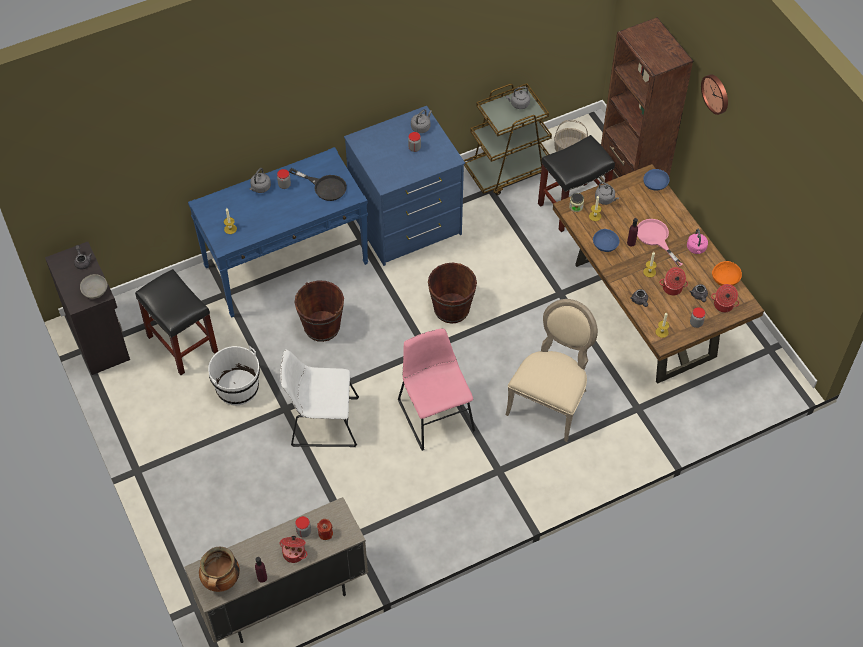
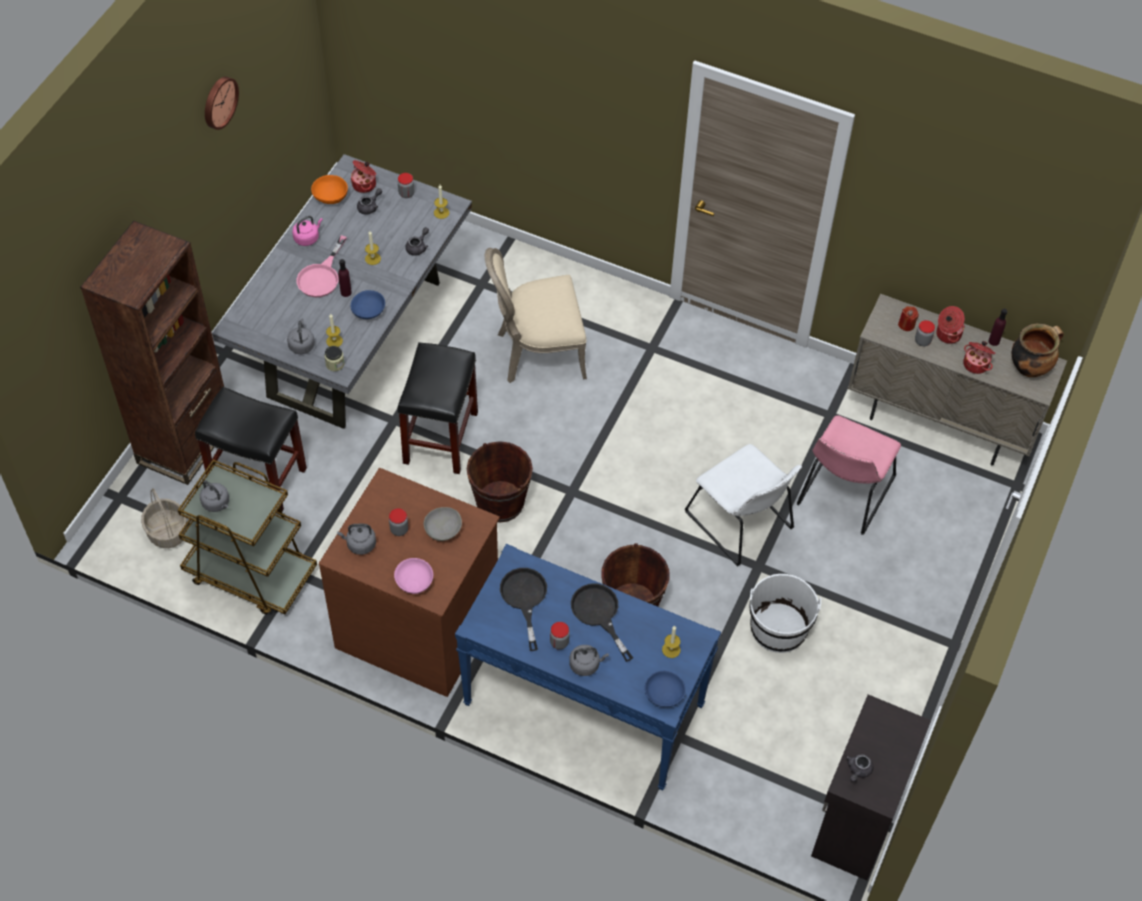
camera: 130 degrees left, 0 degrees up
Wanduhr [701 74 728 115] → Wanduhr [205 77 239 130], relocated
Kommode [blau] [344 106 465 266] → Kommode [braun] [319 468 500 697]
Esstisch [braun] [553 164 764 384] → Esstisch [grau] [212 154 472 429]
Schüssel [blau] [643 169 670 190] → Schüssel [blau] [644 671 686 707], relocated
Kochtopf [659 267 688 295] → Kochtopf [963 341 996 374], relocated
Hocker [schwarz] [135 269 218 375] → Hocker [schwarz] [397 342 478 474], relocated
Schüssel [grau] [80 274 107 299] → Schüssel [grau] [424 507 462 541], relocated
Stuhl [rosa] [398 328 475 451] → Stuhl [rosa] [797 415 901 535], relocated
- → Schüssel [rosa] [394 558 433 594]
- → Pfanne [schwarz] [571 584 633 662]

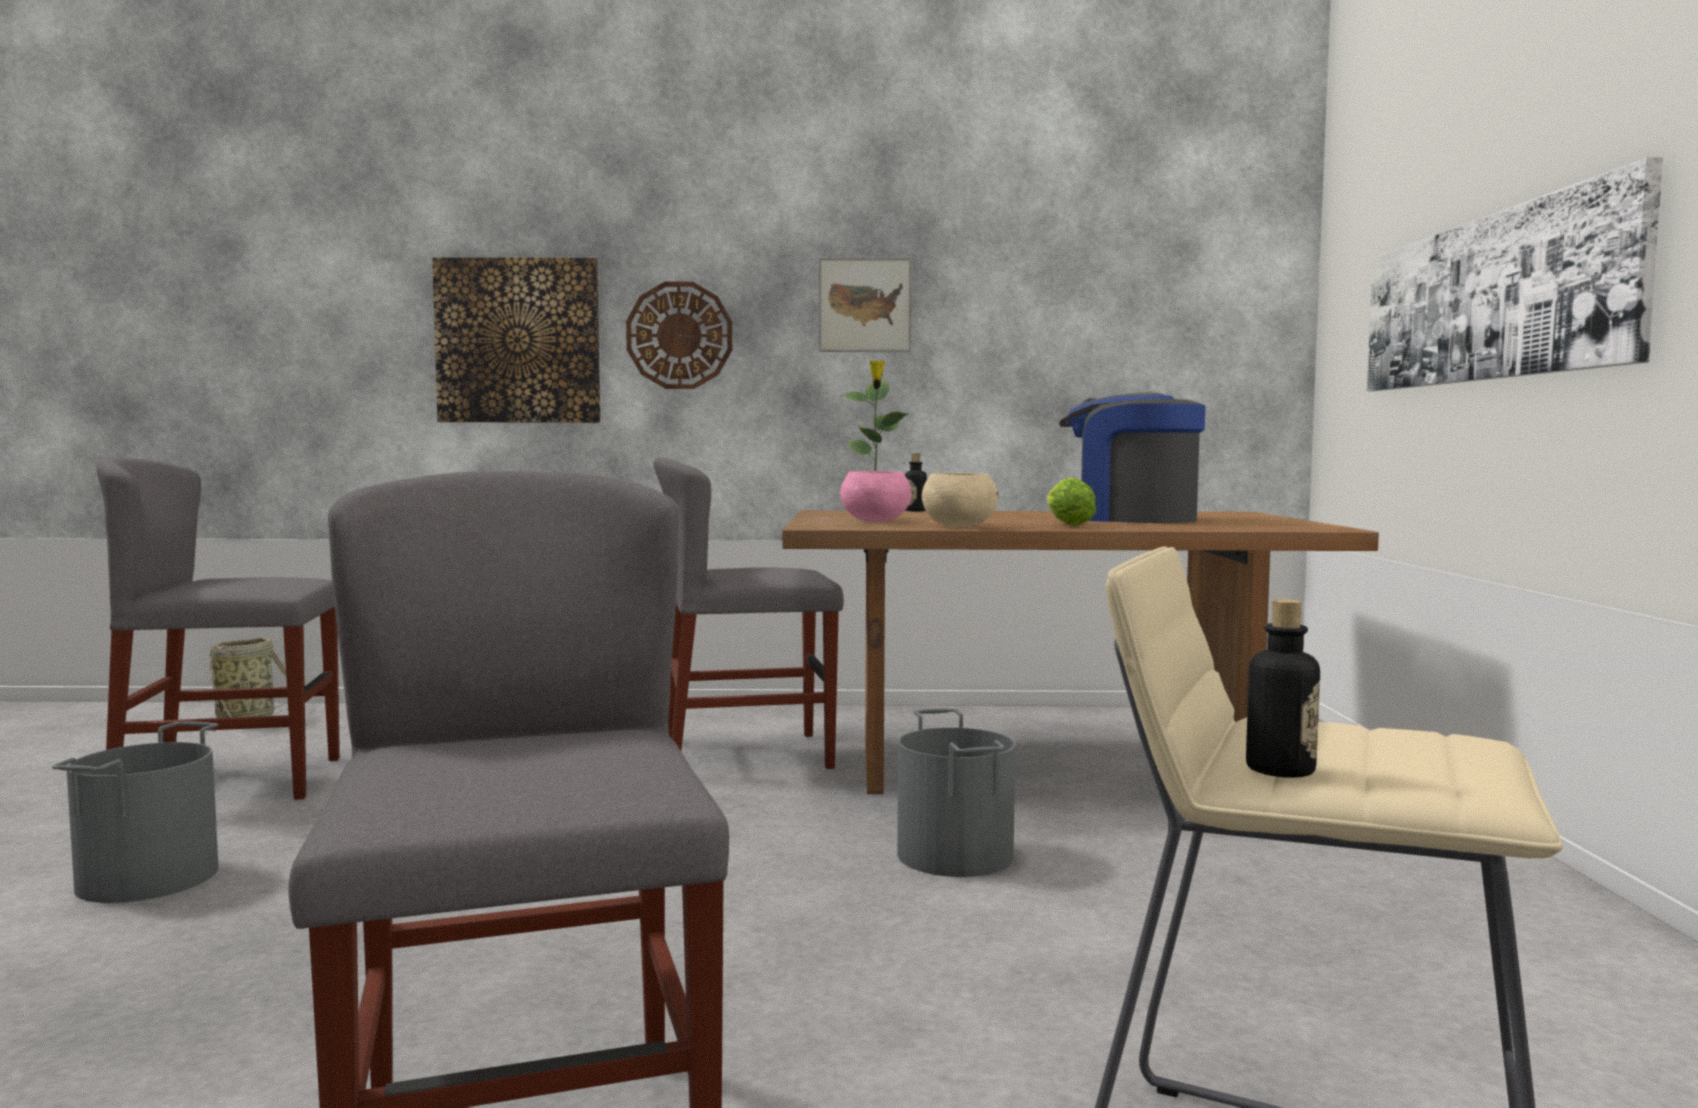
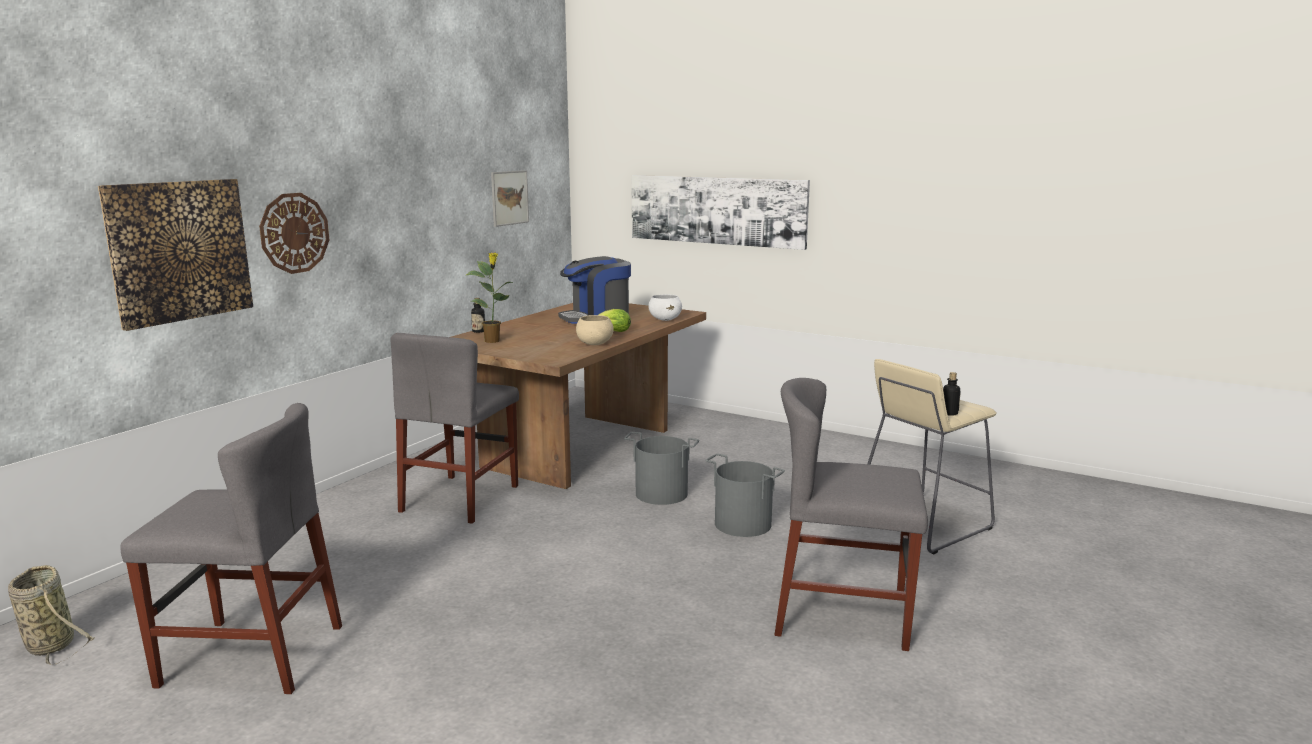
camera: 60 degrees left, 10 degrees up
Bild [819 257 912 352] → Bild [491 170 529 227], relocated
Stuhl [grau] [97 457 340 800] → Stuhl [grau] [120 403 342 694], 105 degrees counterclockwise
Schüssel [rosa] [840 471 912 522] → -
Eimer [grau] [52 722 218 903] → Eimer [grau] [705 454 785 537], relocated
- → Schüssel [weiß] [648 294 682 321]

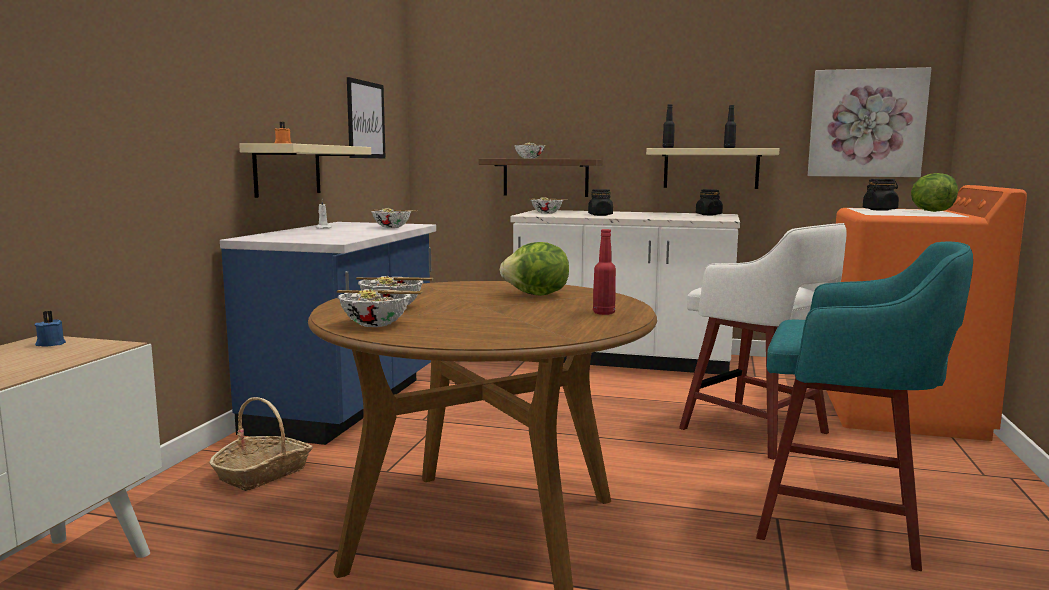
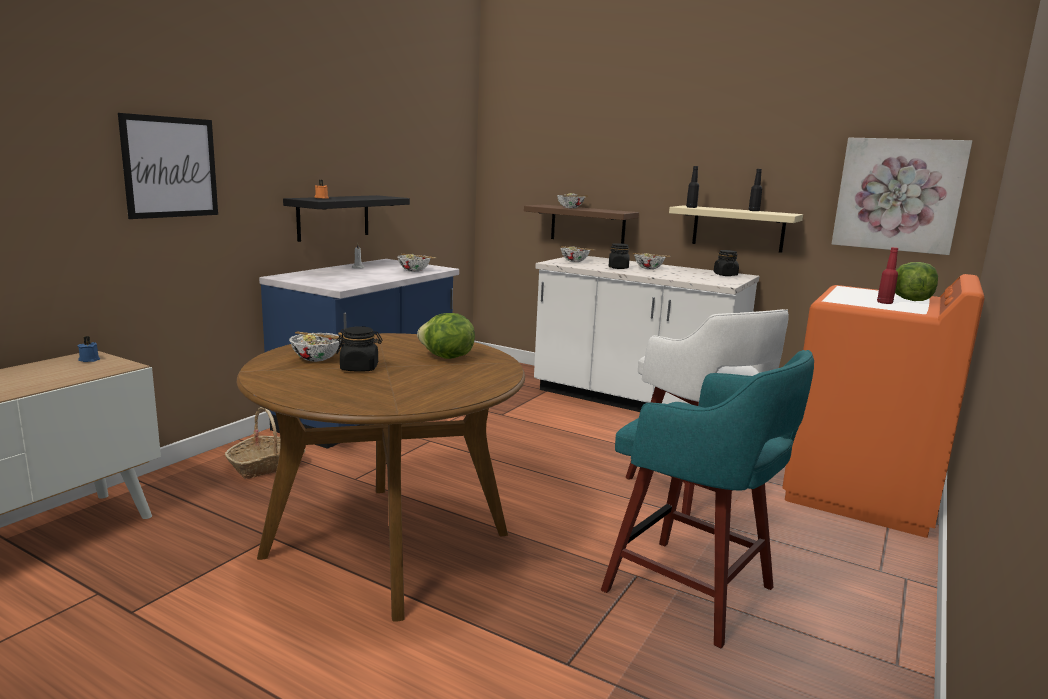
camera: 15 degrees right, 5 degrees up
Bild [347 77 386 158] → Bild [118 113 218 219], relocated
Wandregal [beige] [239 143 371 198] → Wandregal [schwarz] [283 195 410 242]
Vorratsglas [schwarz] [863 179 899 211] → Vorratsglas [schwarz] [336 326 383 372], relocated
Flasche [rot] [593 229 616 315] → Flasche [rot] [877 247 898 304], relocated
Schüssel [337 289 423 327] → Schüssel [633 253 670 270], relocated

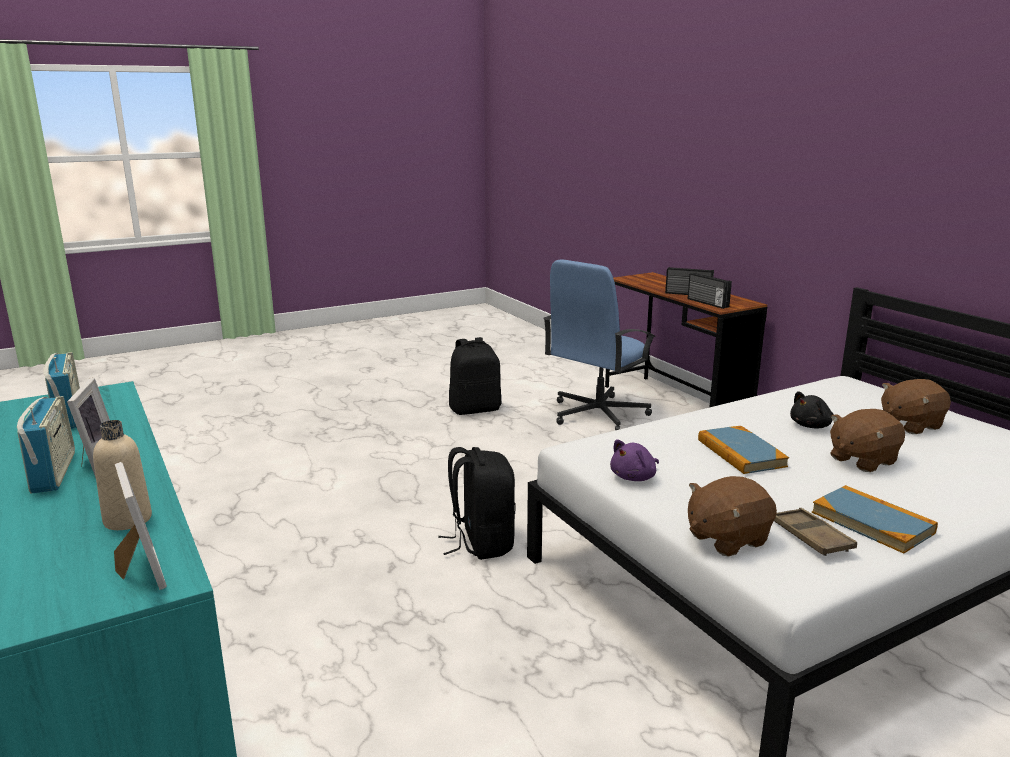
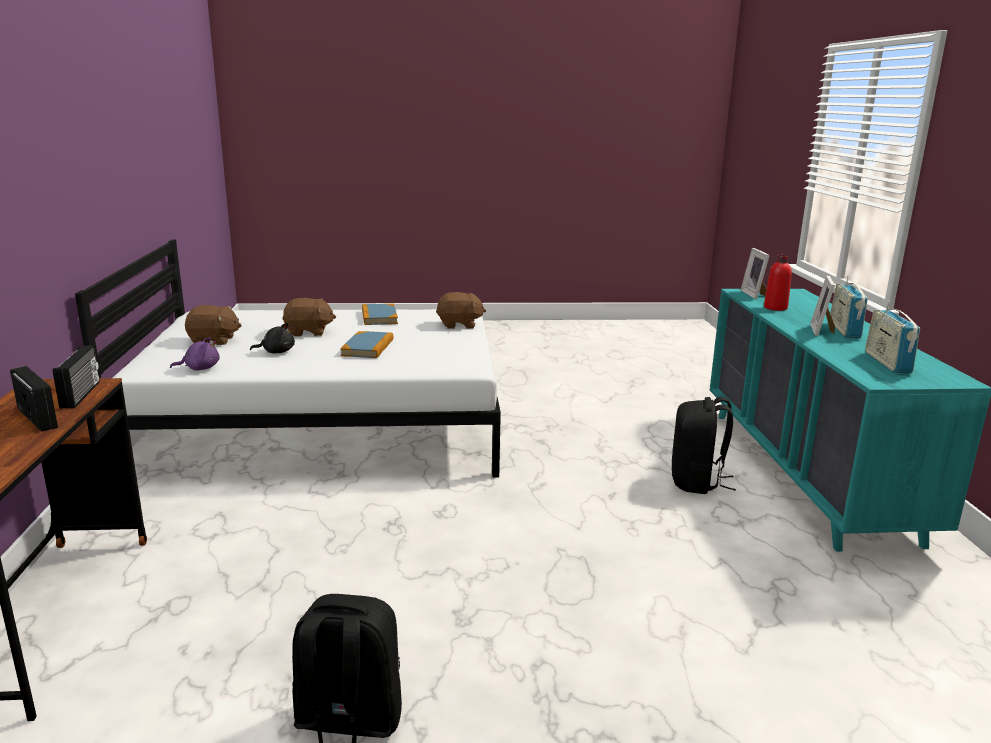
camera: 155 degrees left, 0 degrees up
Bürostuhl [blau] [543 259 656 430] → -
Flasche [beige] [93 420 152 530] → Flasche [rot] [764 255 792 311]
Plüschtier [lila] [610 439 659 481] → Plüschtier [lila] [170 337 219 370], relocated
Rucksack [schwarz] [438 447 516 560] → Rucksack [schwarz] [672 397 736 494], relocated
Tablett [braun] [774 508 857 556] → -

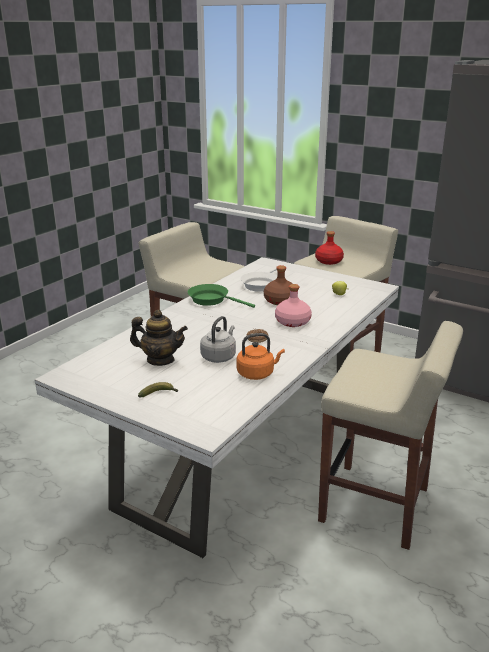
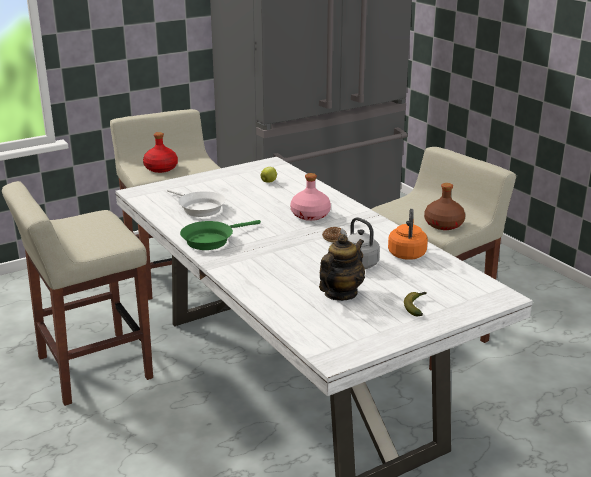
camera: 65 degrees left, 0 degrees up
Flasche [braun] [264 265 293 305] → Flasche [braun] [424 183 465 230], relocated

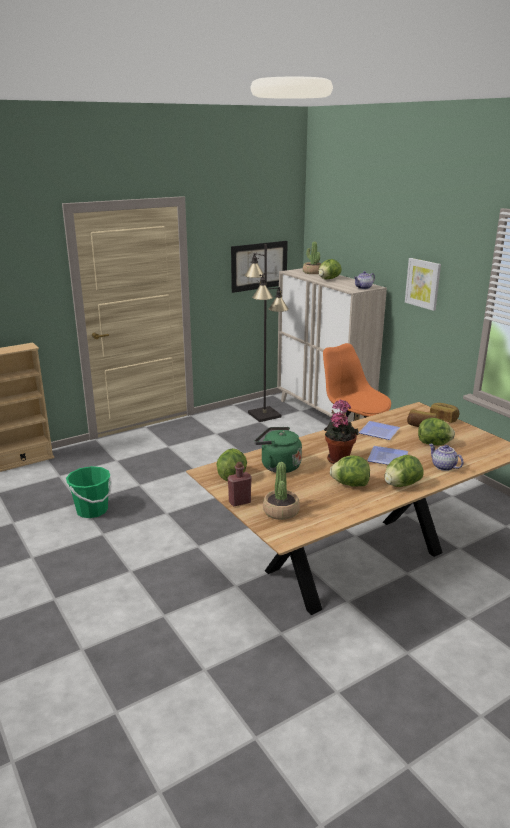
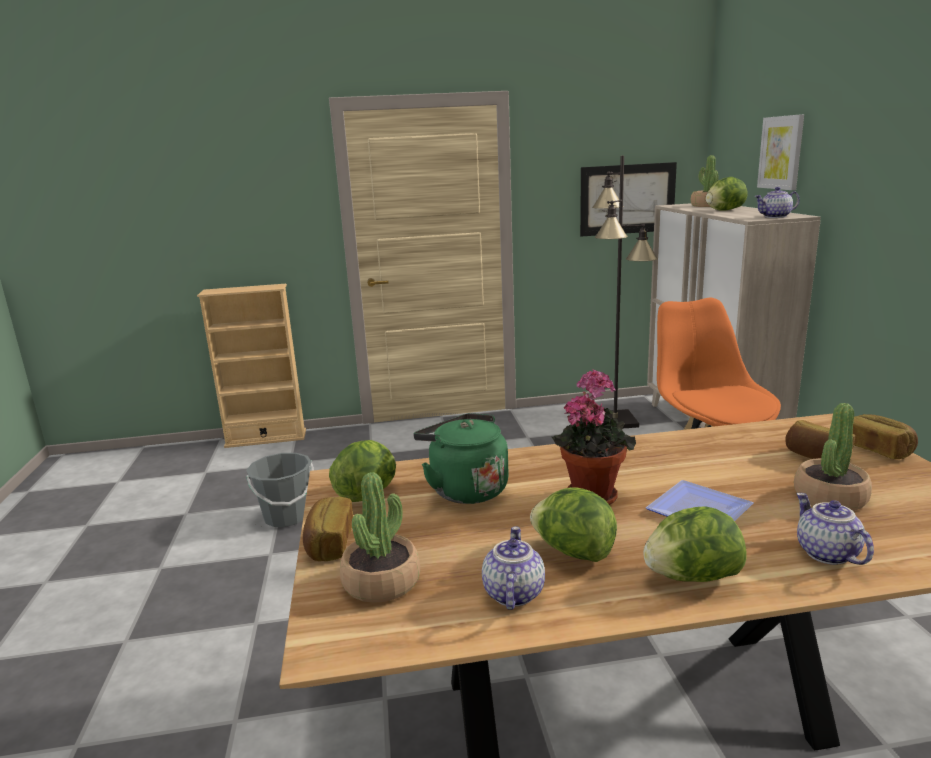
camera: 25 degrees right, 5 degrees down
Bild [405 258 441 311] → Bild [757 114 804 190], relocated
Salatkopf [418 418 455 445] → Topfpflanze [794 403 872 511]
Teller [358 421 400 440] → -
Flasche [rot] [228 462 252 506] → Brot [303 497 353 561]
Eimer [grün] [66 466 112 518] → Eimer [grau] [246 453 314 527]
- → Teekanne [482 527 545 610]

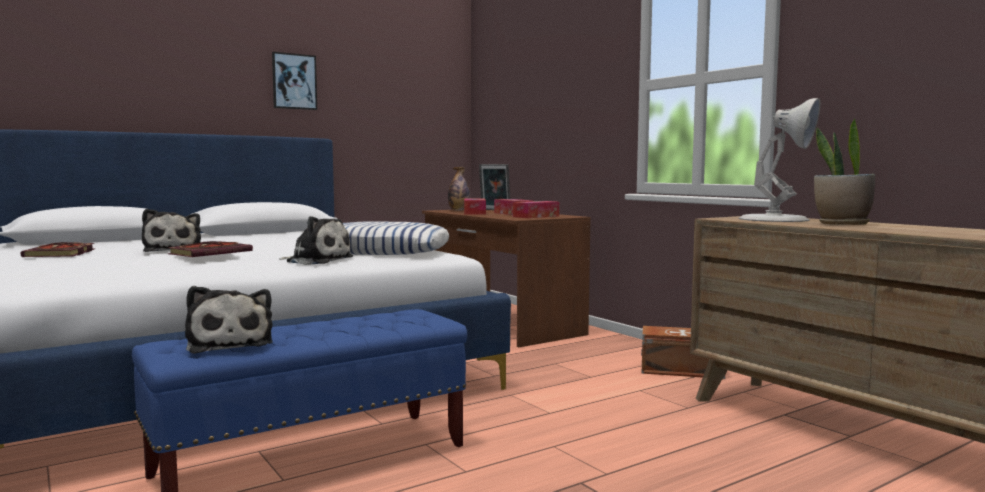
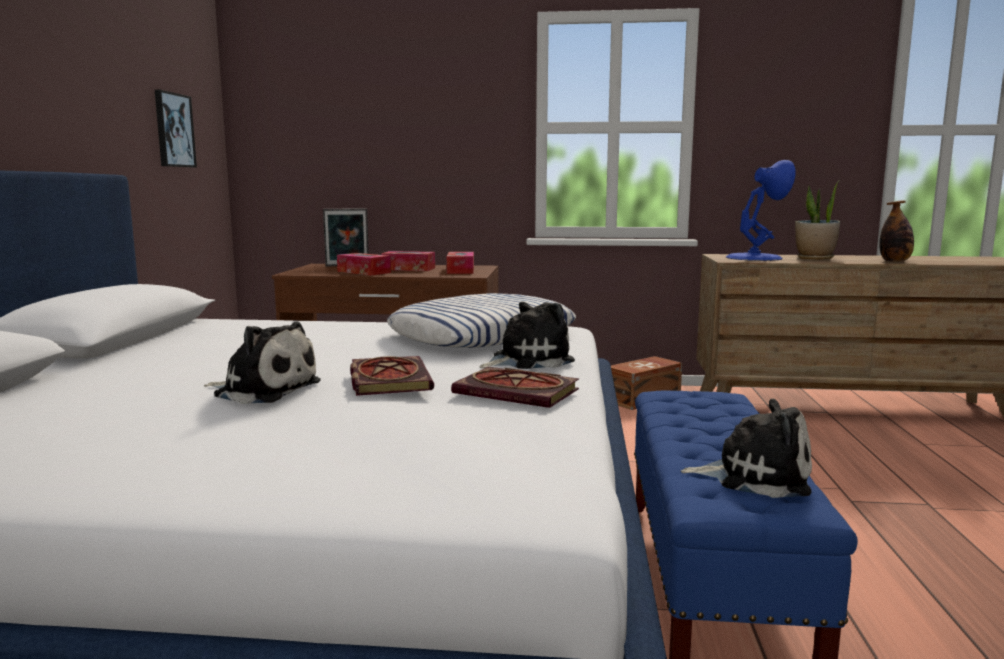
camera: 50 degrees left, 5 degrees up
Bild [272 52 317 110] → Bild [155 90 197 167], relocated
Tischlampe [weiß] [739 98 820 222] → Tischlampe [blau] [726 160 796 261]
Flasche [448 167 470 211] → Flasche [879 200 914 262], relocated
Buch [21 242 95 257] → Buch [451 367 579 408], relocated

